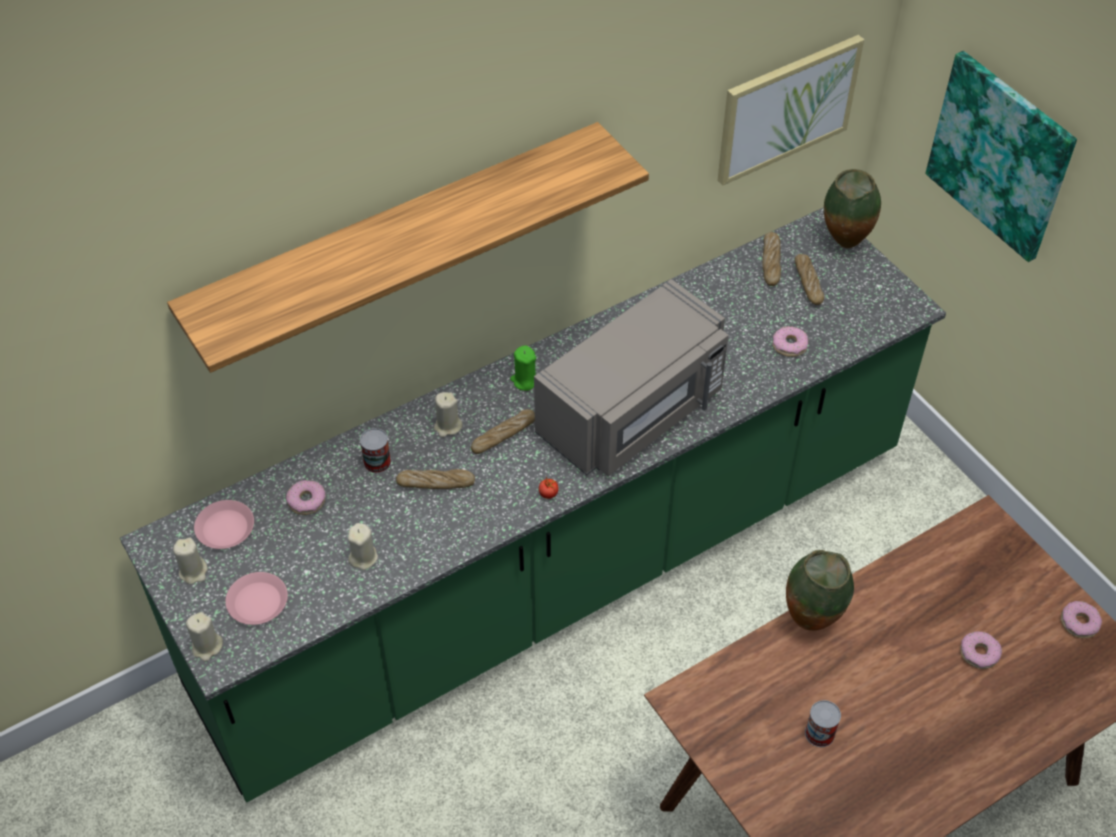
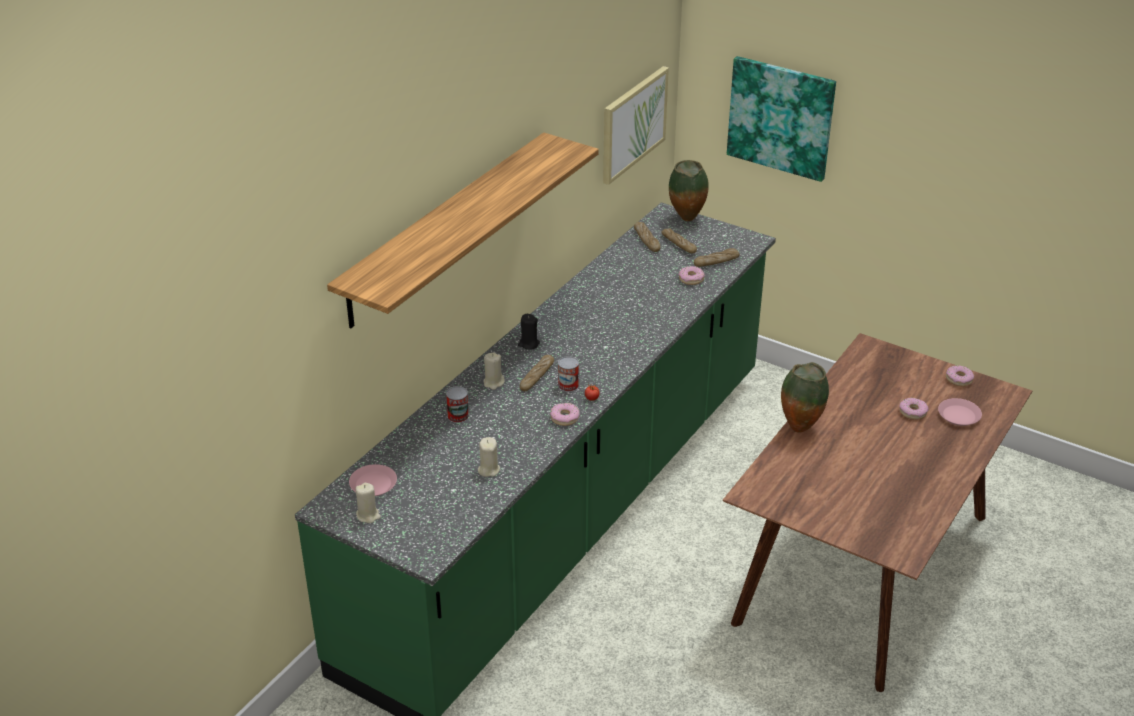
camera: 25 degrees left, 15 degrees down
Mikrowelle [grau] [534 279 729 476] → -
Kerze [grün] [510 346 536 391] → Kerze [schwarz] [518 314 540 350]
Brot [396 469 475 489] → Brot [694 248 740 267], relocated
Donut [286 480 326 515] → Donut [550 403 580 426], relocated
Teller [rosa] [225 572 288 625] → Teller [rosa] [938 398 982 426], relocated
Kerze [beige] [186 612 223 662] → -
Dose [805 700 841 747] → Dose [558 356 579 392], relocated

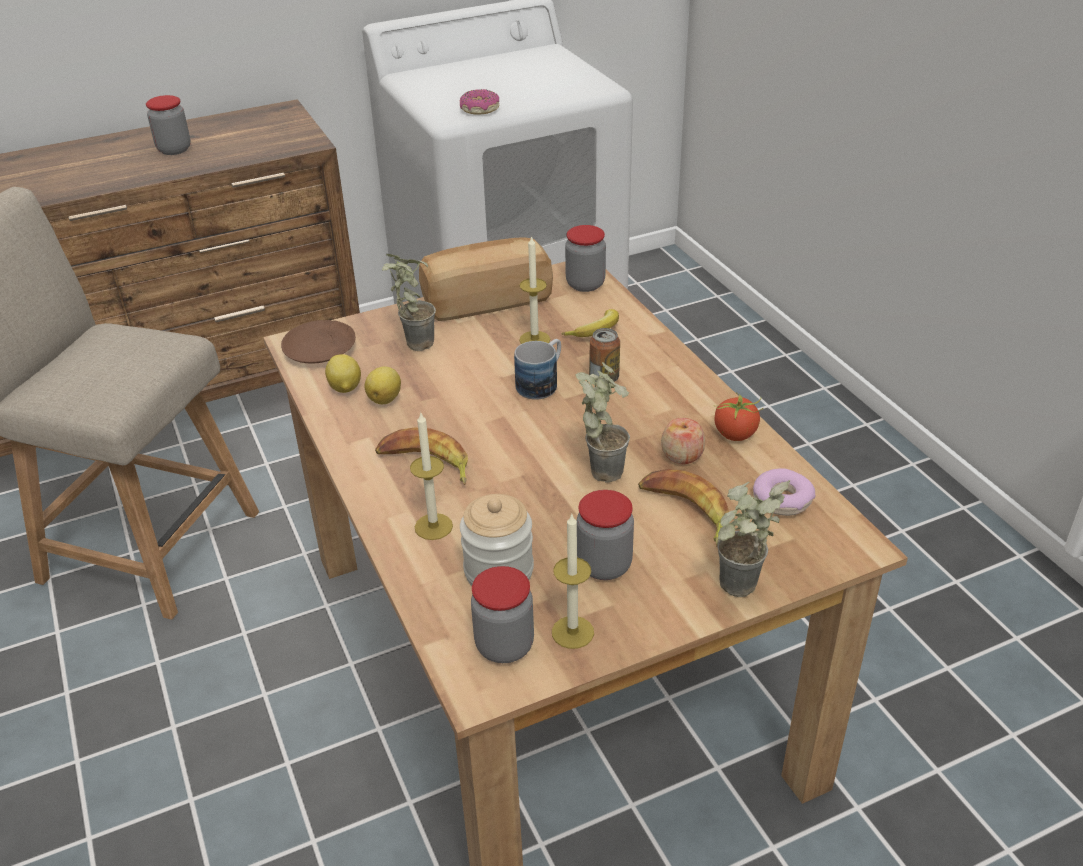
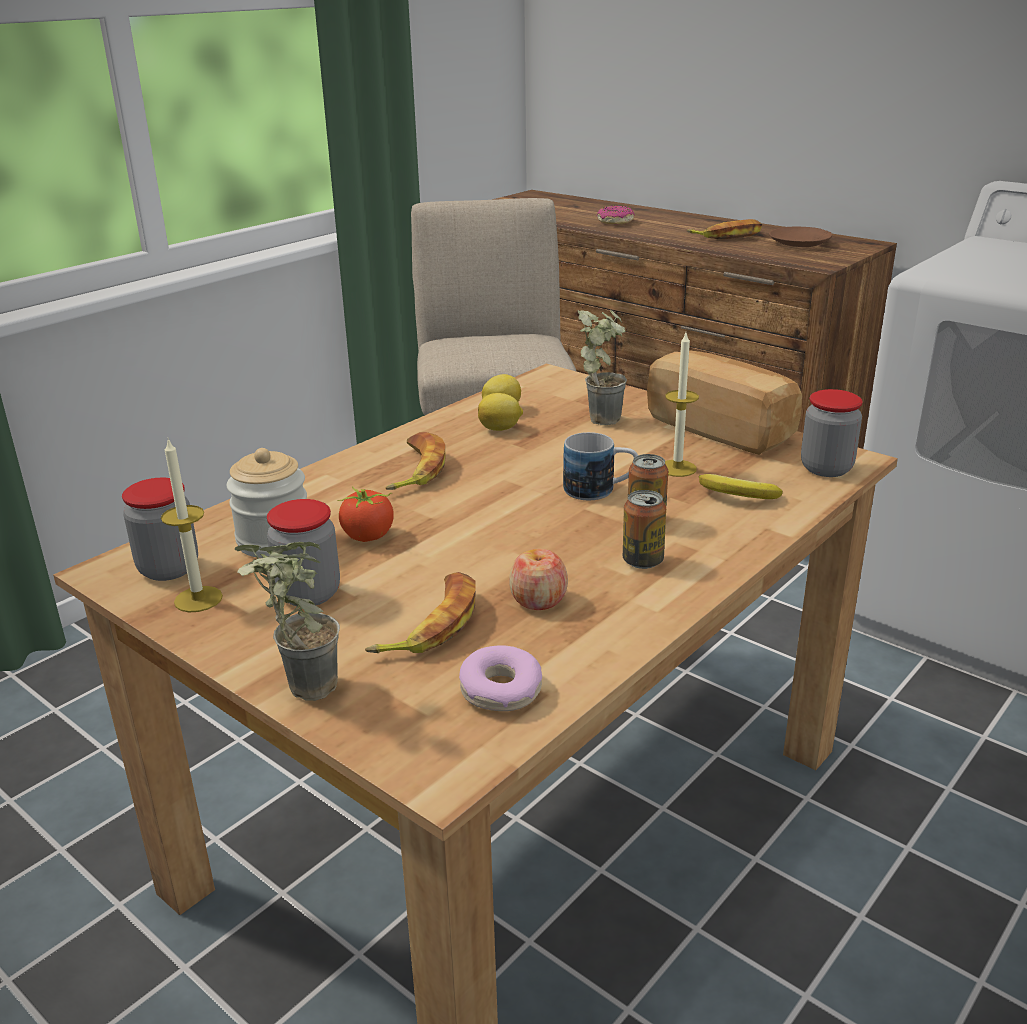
camera: 65 degrees right, 10 degrees down
Donut [460 89 499 115] → Donut [596 206 635 225], relocated
Vorratsglas [146 95 191 155] → Banane [687 219 762 239]
Teller [braun] [281 320 356 364] → Teller [braun] [769 227 832 247], relocated
Topfpflanze [576 362 630 483] → -
Tomate [714 392 763 441] → Tomate [337 486 394 542], relocated
Kerze [410 413 453 540] → -
- → Dose [623 490 666 569]

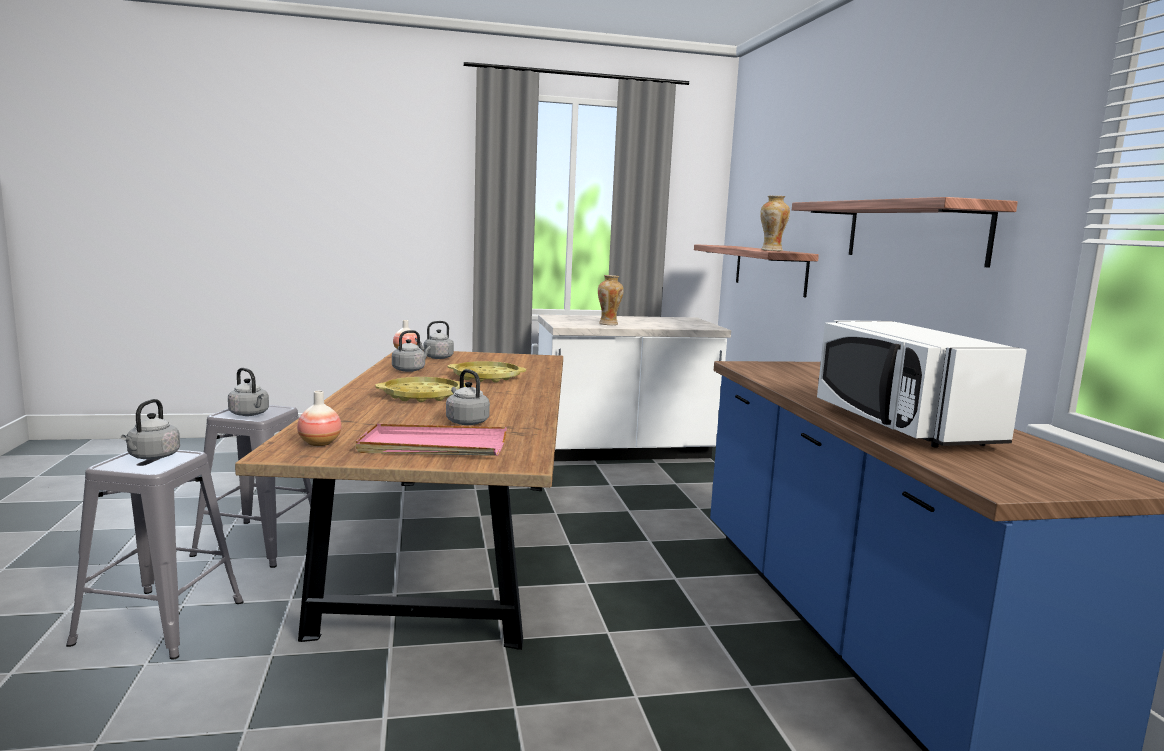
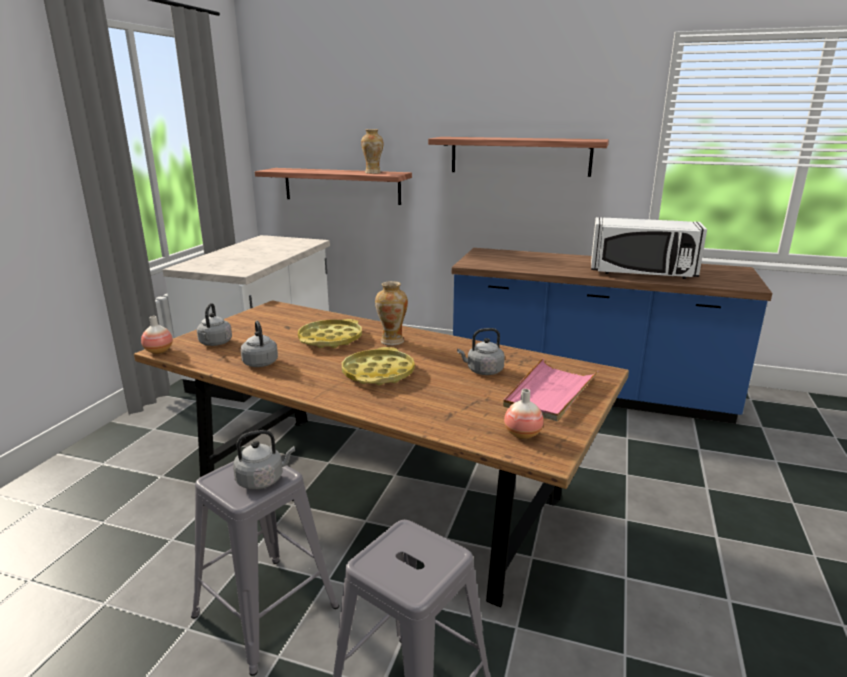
camera: 60 degrees left, 10 degrees up
Vase [598 275 624 325] → Vase [375 281 408 346], relocated
Wasserkessel [grau] [121 399 180 460] → -

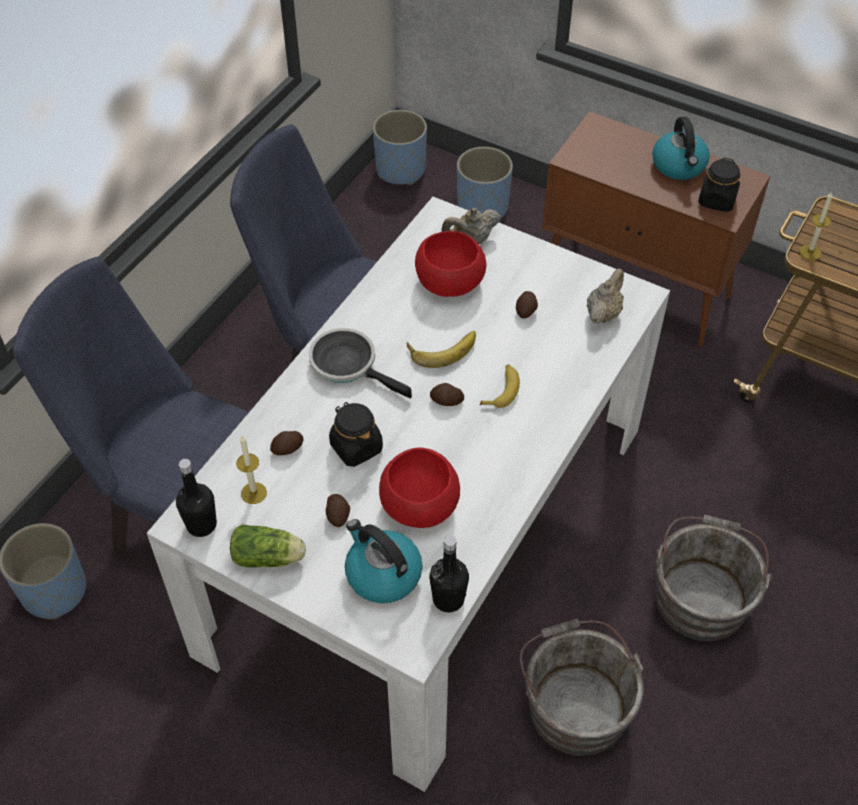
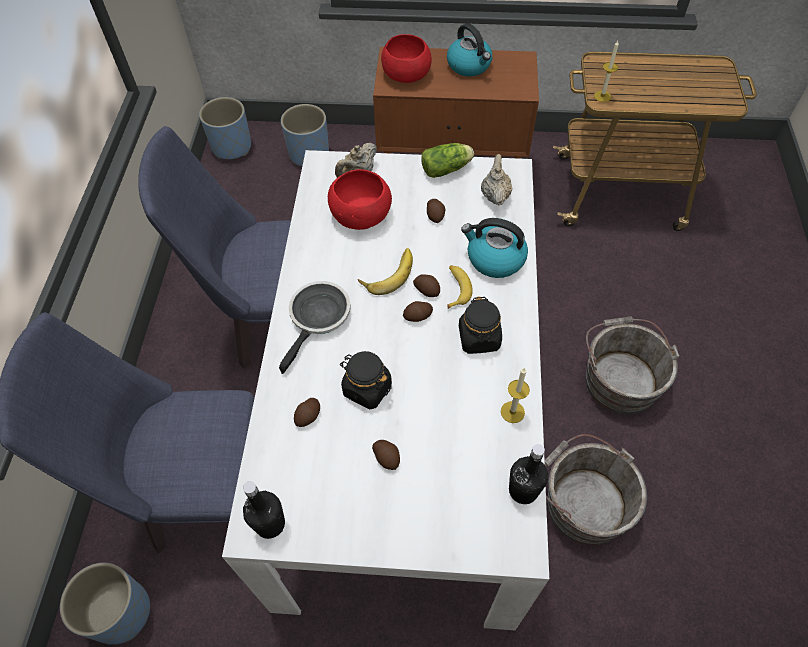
camera: 25 degrees left, 5 degrees up
Vorratsglas [schwarz] [698 158 740 212] → Vorratsglas [schwarz] [459 297 502 354], relocated
Pfanne [309 328 412 399] → Pfanne [279 281 351 374], 105 degrees clockwise
Kerze [236 436 267 504] → Kerze [501 368 530 423], relocated
Schüssel [rot] [379 447 460 528] → Schüssel [rot] [381 34 432 83], relocated
Wasserkessel [345 519 423 603] → Wasserkessel [461 218 528 278], relocated
Salatkopf [230 524 306 568] → Salatkopf [422 143 474 178], relocated
- → Kartoffel [413 274 440 297]

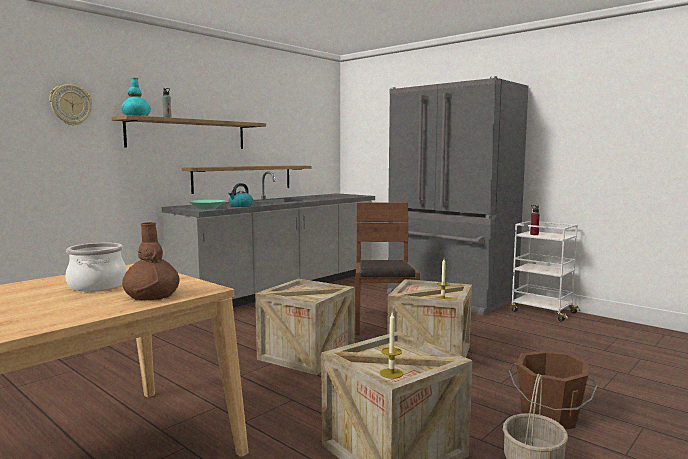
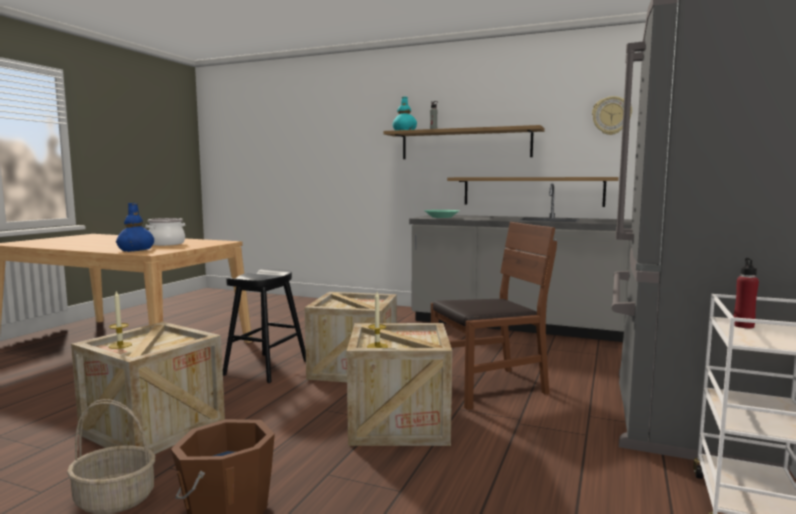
camera: 70 degrees right, 0 degrees up
Wanduhr [49 84 92 126] → Wanduhr [592 96 632 135], relocated
Wasserkessel [228 183 253 207] → -
Vase [braun] [122 222 180 300] → Vase [blau] [116 203 154 252]
- → Hocker [schwarz] [223 269 306 383]

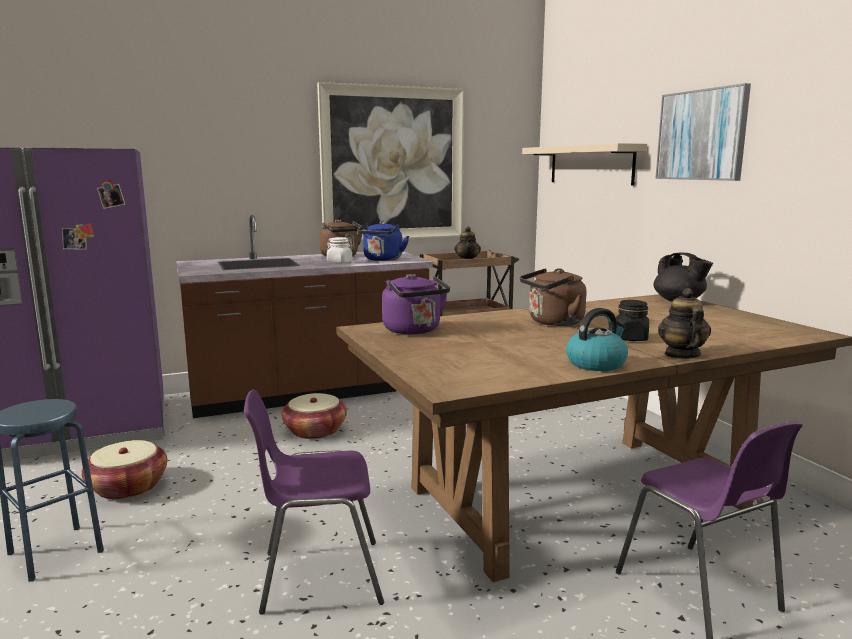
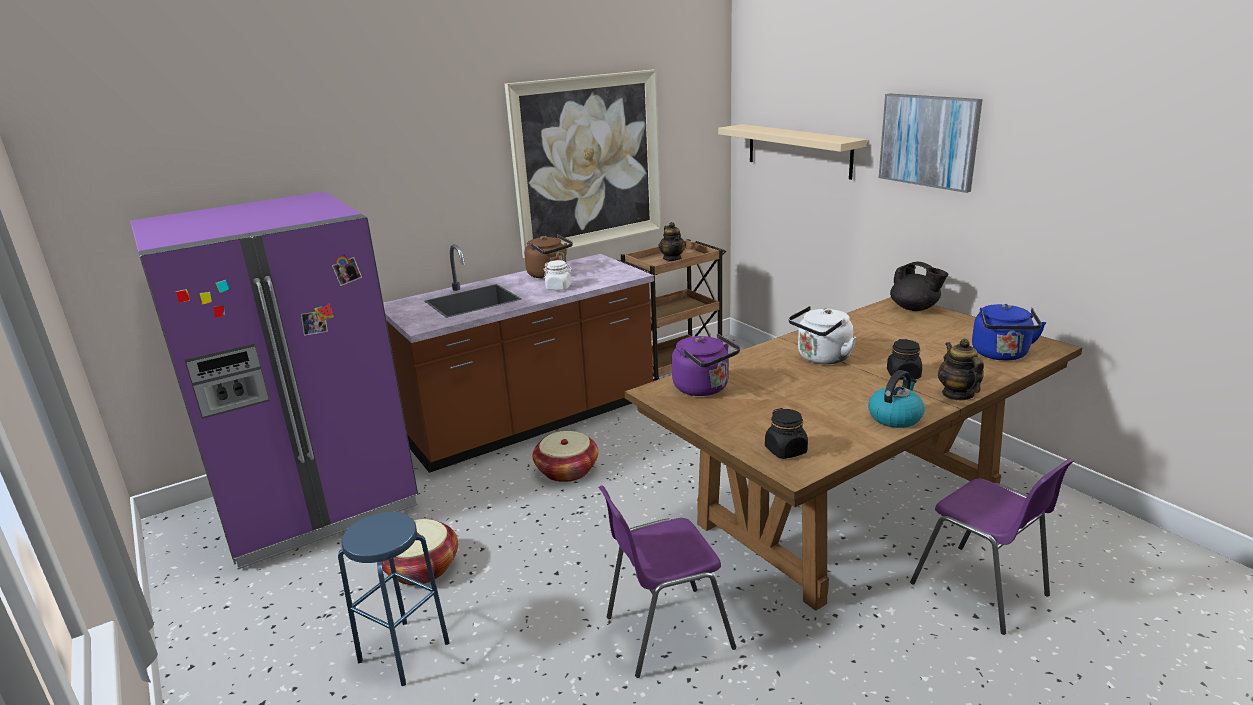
camera: 10 degrees left, 10 degrees up
Wasserkessel [blau] [357 221 409 261] → Wasserkessel [blau] [972 304 1046 361], relocated
Wasserkessel [braun] [520 268 586 326] → Wasserkessel [weiß] [788 306 856 364]
- → Vorratsglas [schwarz] [765 408 808 459]

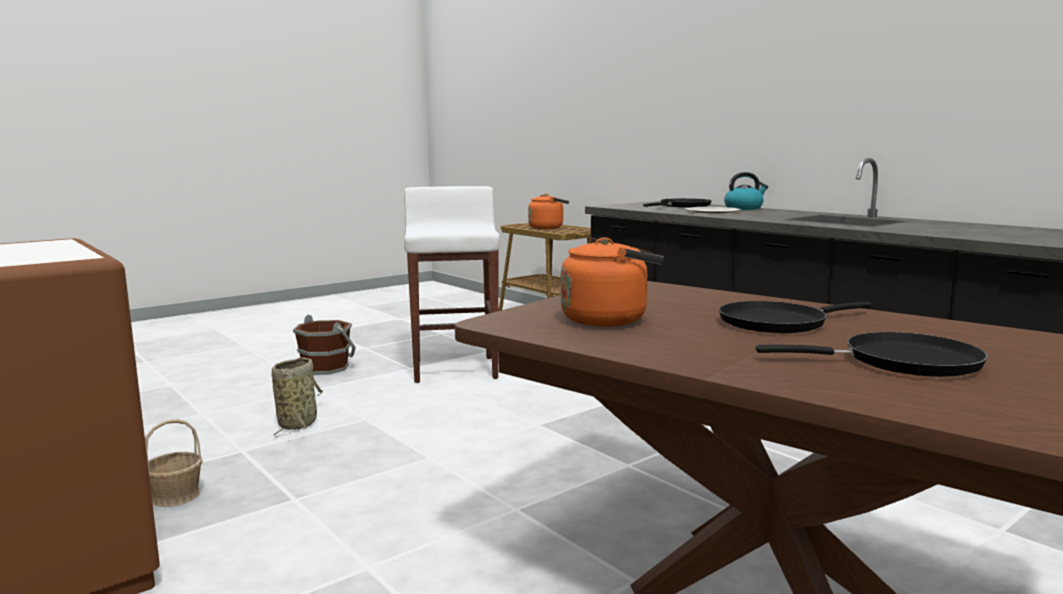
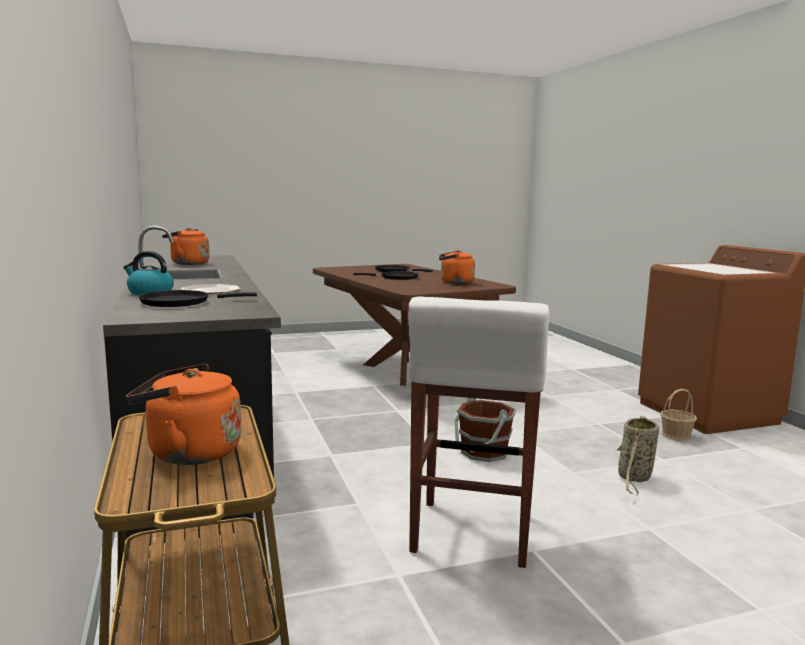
camera: 160 degrees left, 0 degrees up
Eimer [braun] [293 314 356 375] → Eimer [braun] [454 398 516 462], relocated
- → Wasserkessel [orange] [162 228 209 265]

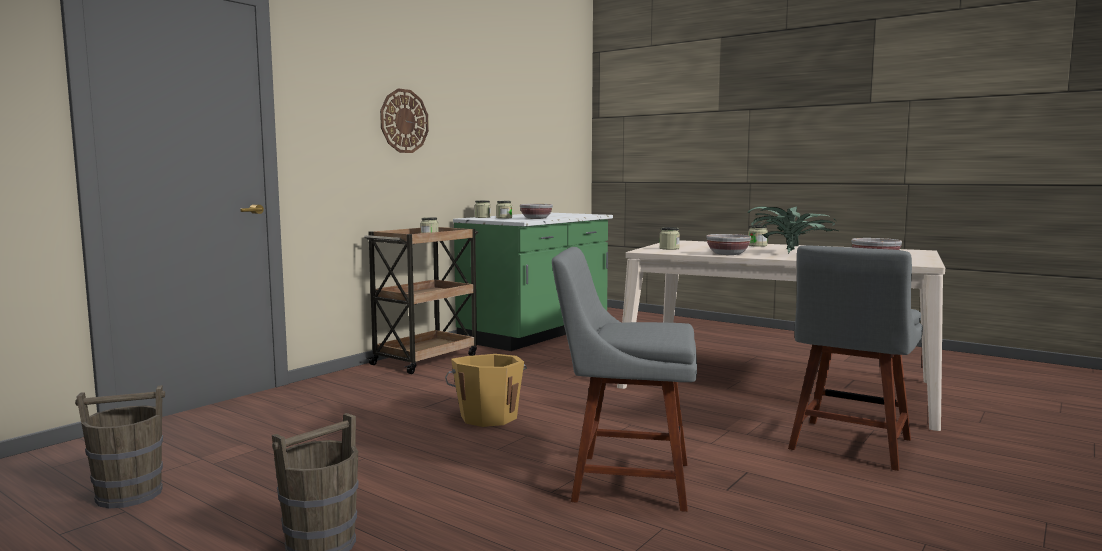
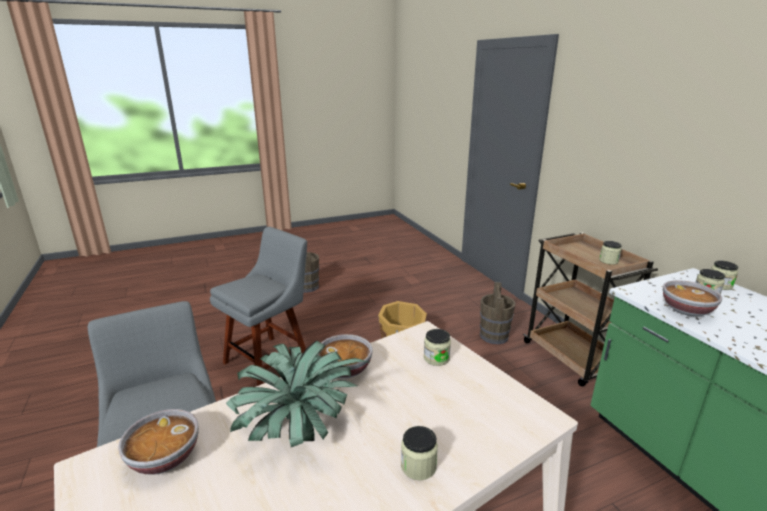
camera: 120 degrees right, 15 degrees up
Wanduhr [380 88 429 153] → -
Eimer [braun] [75 385 165 508] → Eimer [braun] [480 282 516 344], relocated

